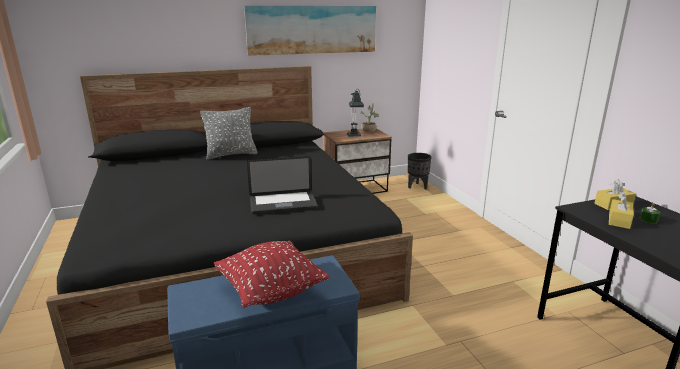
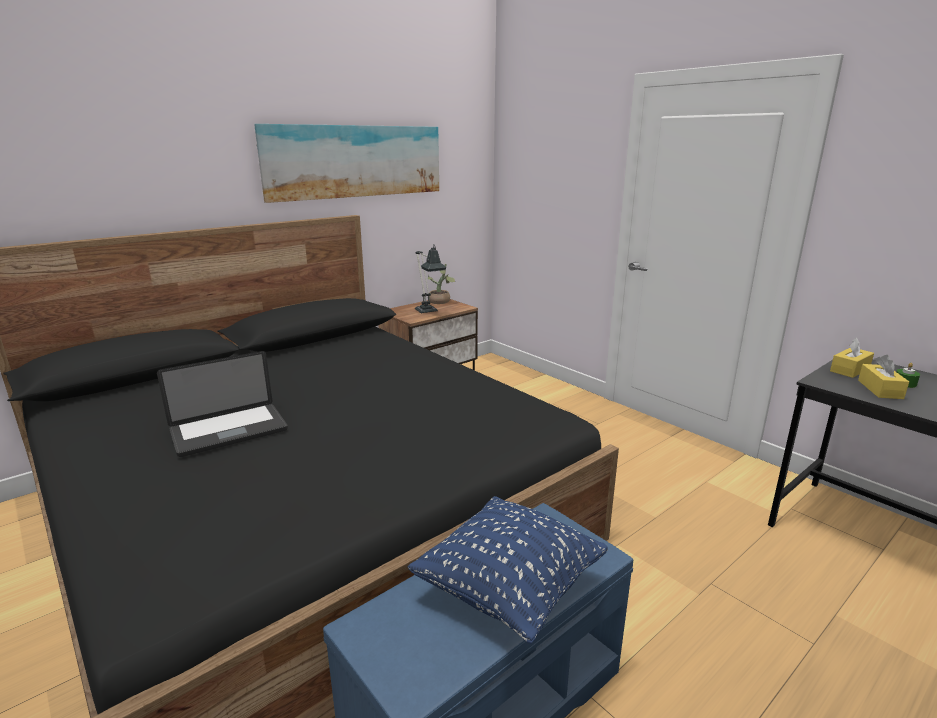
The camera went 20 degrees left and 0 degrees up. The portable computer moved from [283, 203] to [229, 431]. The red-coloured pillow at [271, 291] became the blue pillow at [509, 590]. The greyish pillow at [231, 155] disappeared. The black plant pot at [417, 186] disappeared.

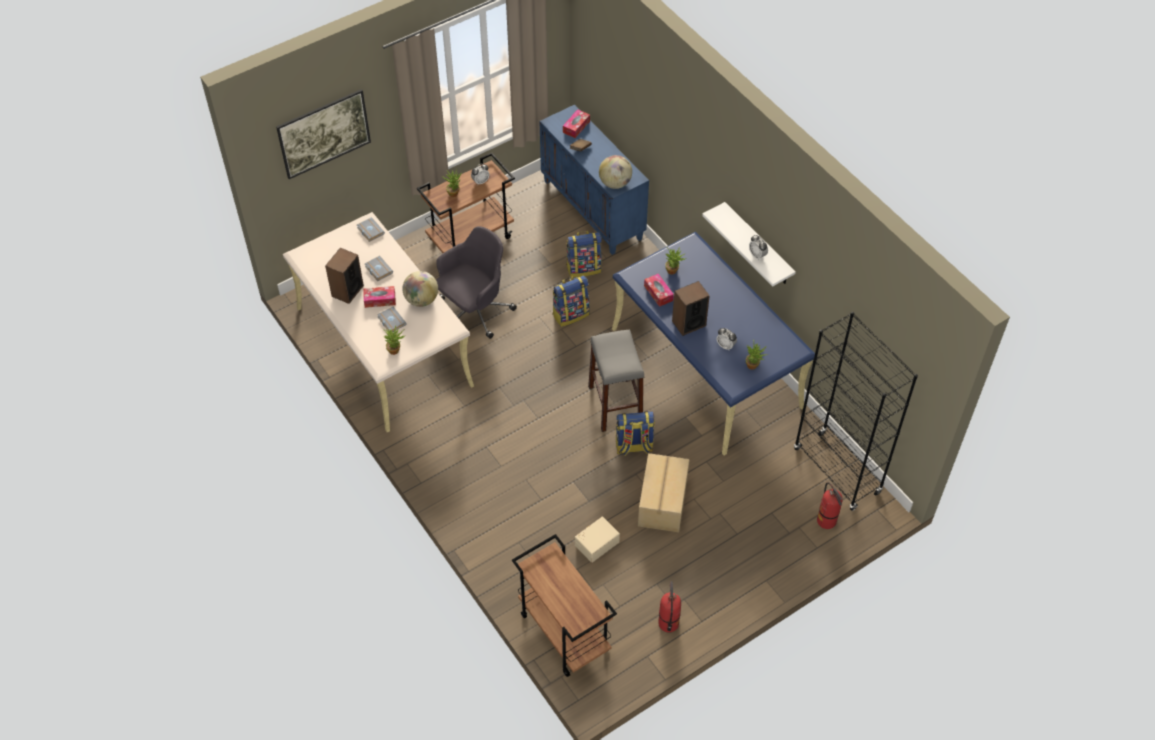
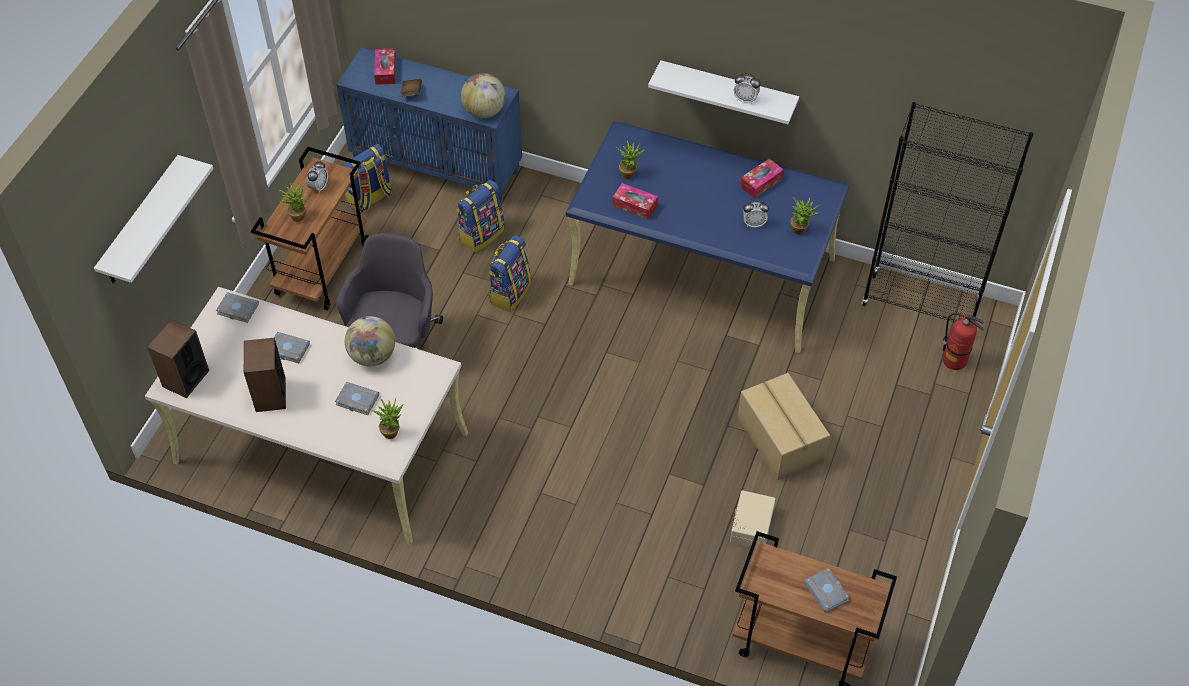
The camera went 35 degrees left and 0 degrees up. The wall picture at [326, 146] was replaced by the white shelf at [141, 223]. The speaker moved from [688, 323] to [185, 378]. The backpack moved from [633, 446] to [370, 199]. The tissue holder moved from [380, 300] to [761, 182]. The greyish book at [827, 592] appeared. The greyish stool at [615, 404] disappeared. The extinguisher at [668, 623] disappeared.

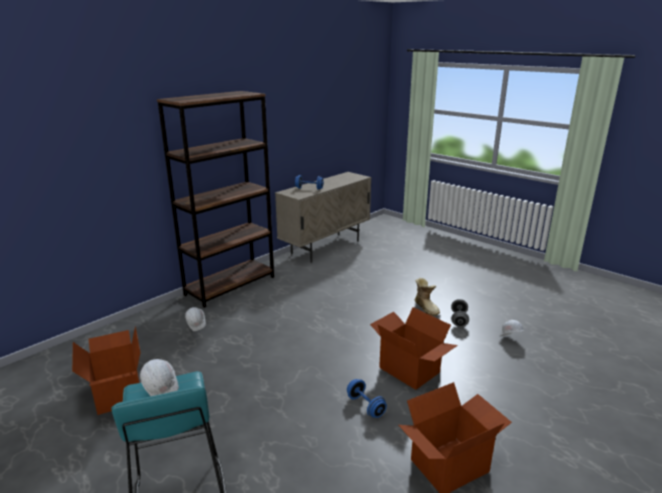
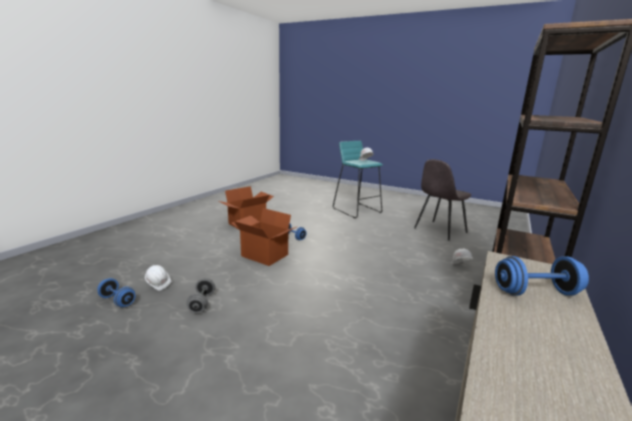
The camera went 165 degrees right and 5 degrees down. The blue hand weight at [117, 301] appeared. The cardboard box at [117, 393] was replaced by the greyish plain chair at [439, 231]. The high-top boot at [426, 307] disappeared.

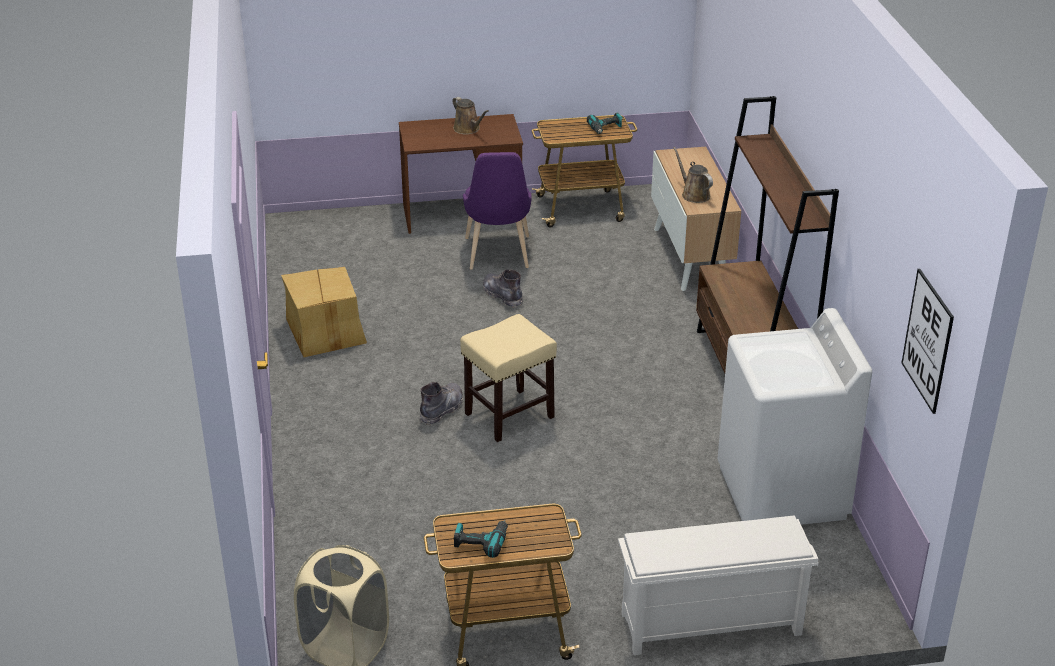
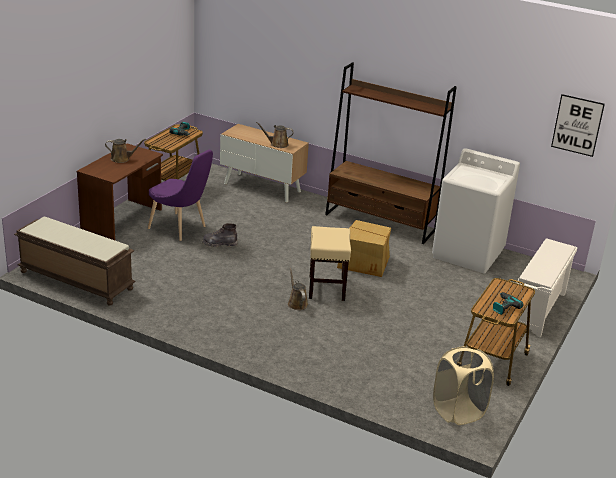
The camera went 55 degrees left and 5 degrees down. The brown bench at [75, 280] appeared. The greyish high-top boot at [442, 410] was replaced by the brown sprinkling can at [296, 303]. The cardboard box moved from [326, 332] to [364, 262].

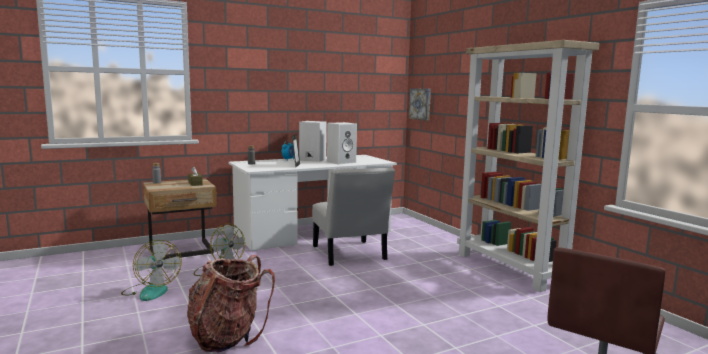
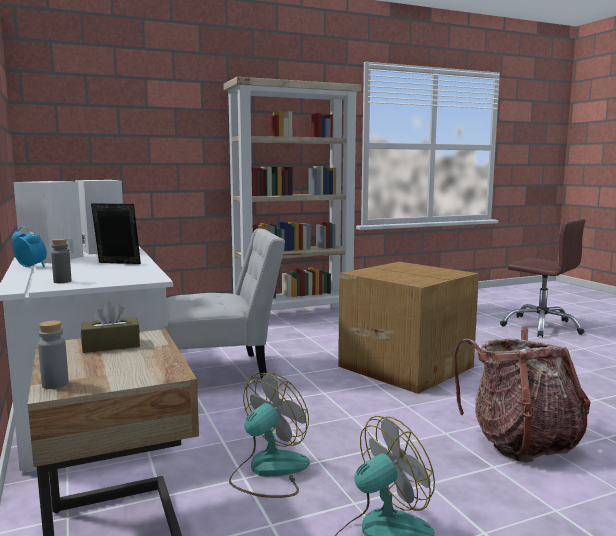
The camera went 85 degrees left and 0 degrees up. The cardboard box at [405, 366] appeared. The wall picture at [420, 104] disappeared.

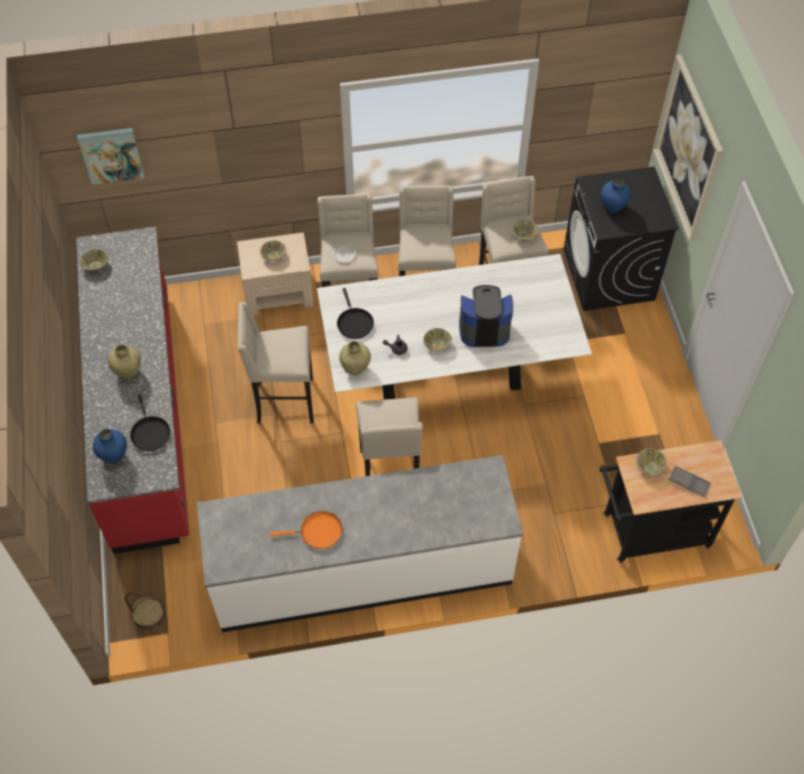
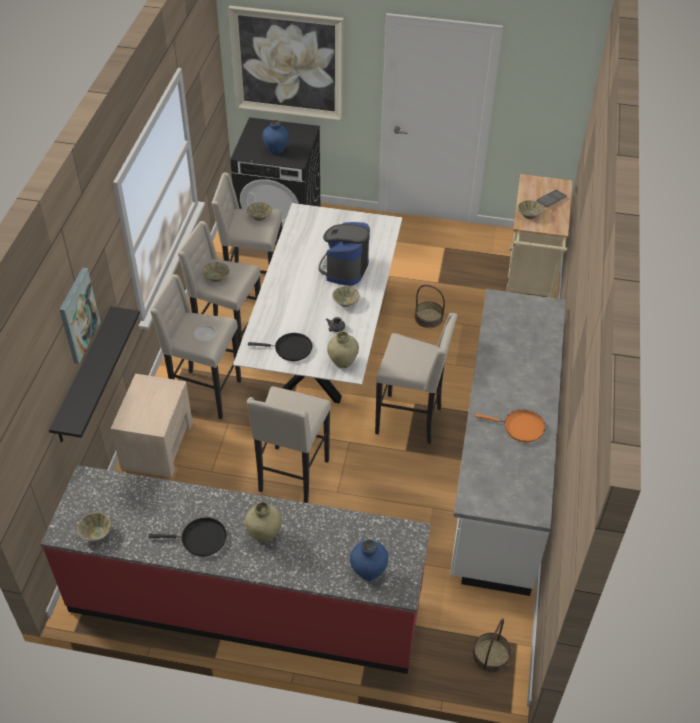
The camera went 70 degrees left and 10 degrees down. The black shelf at [84, 376] appeared. The wall picture moved from [111, 155] to [78, 315]. The black skillet moved from [150, 433] to [200, 539]. The beige bowl moved from [273, 256] to [217, 277]. The basket at [428, 318] appeared. The orange-coloured skillet at [318, 532] turned 90 degrees clockwise. The black wheeled cart at [649, 532] became the beige wheeled cart at [529, 282].

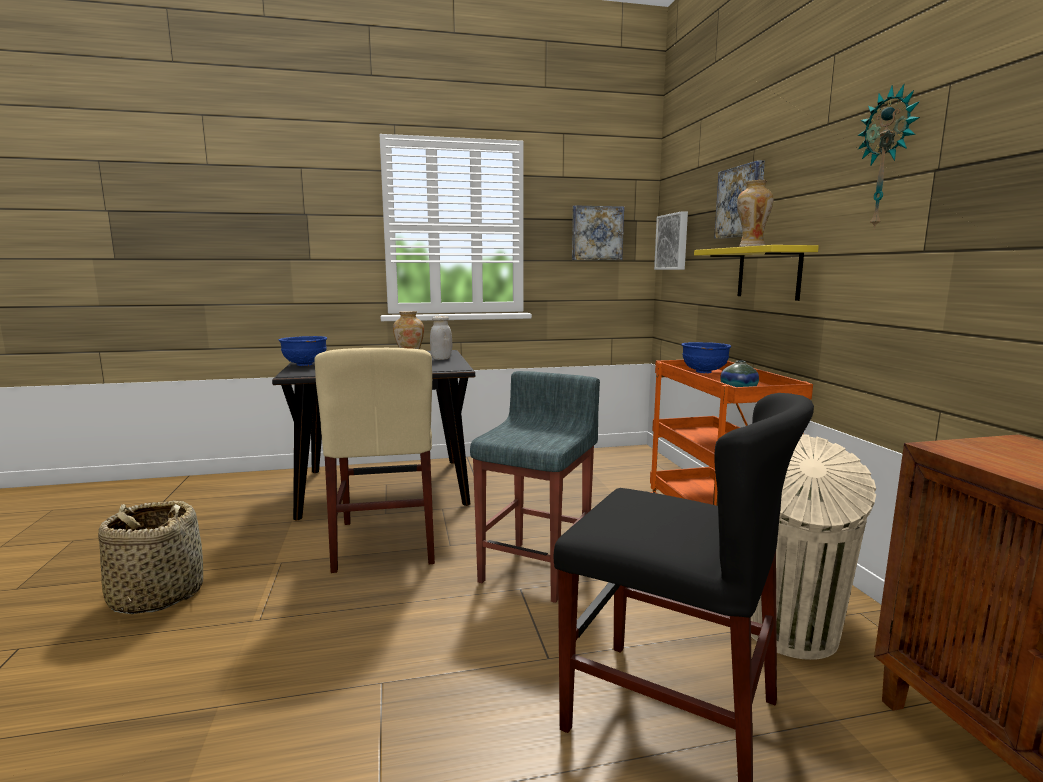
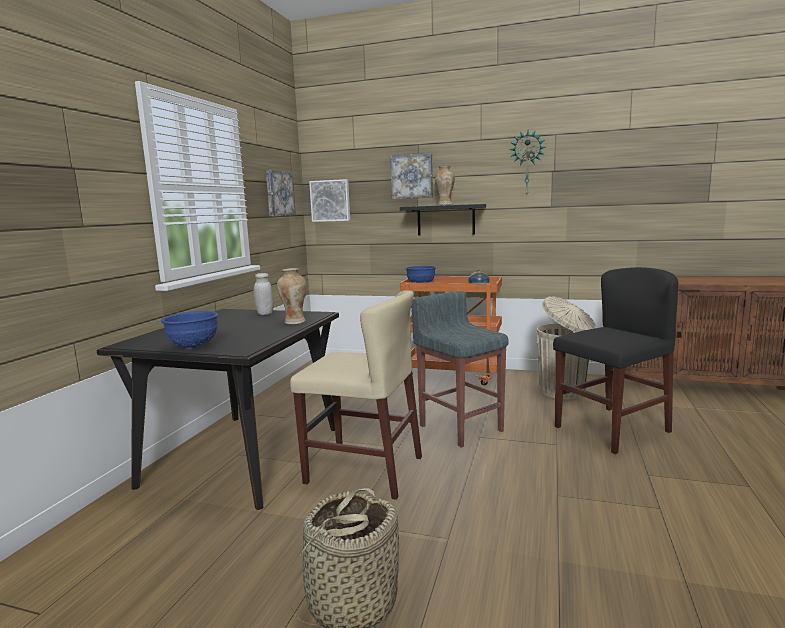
The camera went 60 degrees left and 0 degrees up. The yellow shelf at [768, 273] became the black shelf at [446, 220].

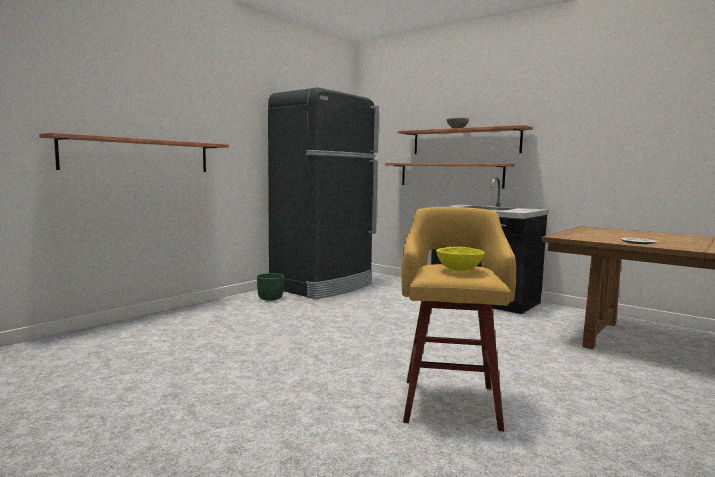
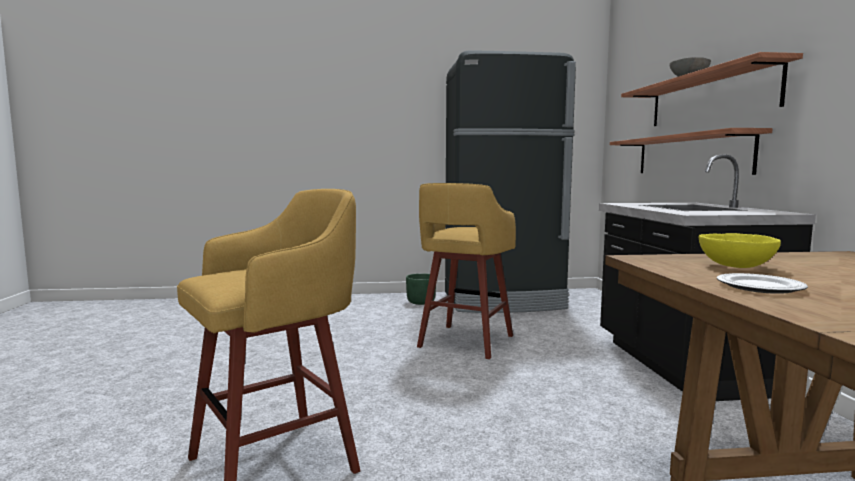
The camera went 45 degrees right and 0 degrees up. The yellow stool at [464, 342] appeared. The yellow bowl moved from [459, 270] to [735, 266]. The shelf at [139, 155] disappeared.

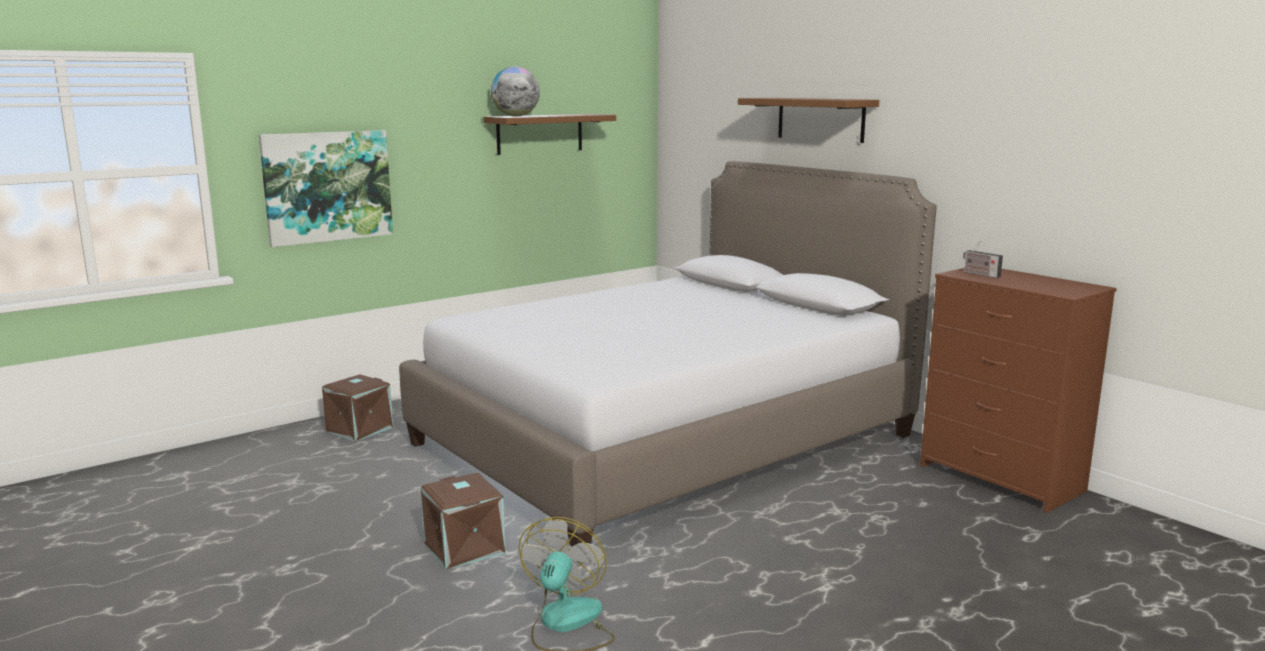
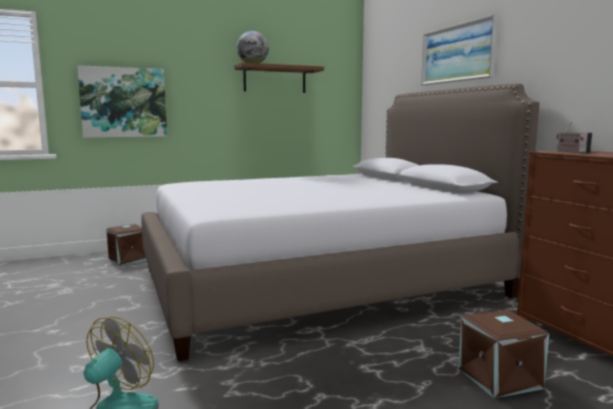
The camera went 15 degrees right and 5 degrees down. The brown shelf at [820, 119] was replaced by the wall picture at [457, 53]. The brown storage container moved from [466, 548] to [501, 378].

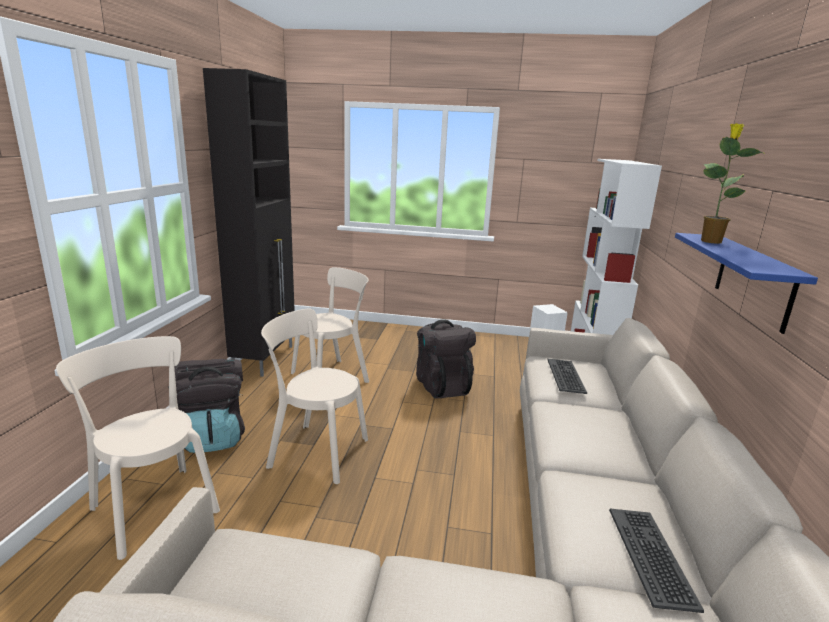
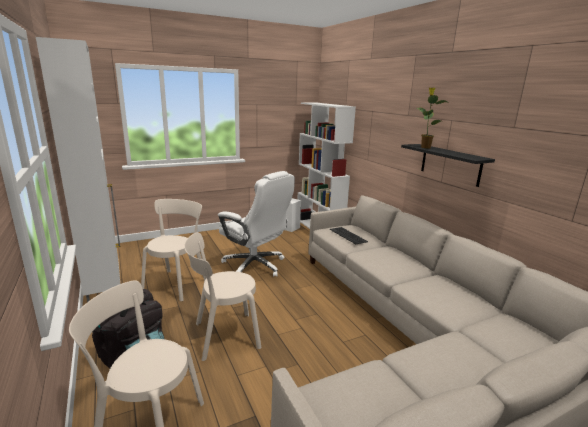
The camera went 35 degrees left and 0 degrees up. The black storage cabinet at [265, 358] became the white storage cabinet at [104, 288]. The black backpack at [442, 385] was replaced by the white desk chair at [255, 266]. The blue shelf at [753, 280] became the black shelf at [450, 164]. The PC keyboard at [652, 556] disappeared.

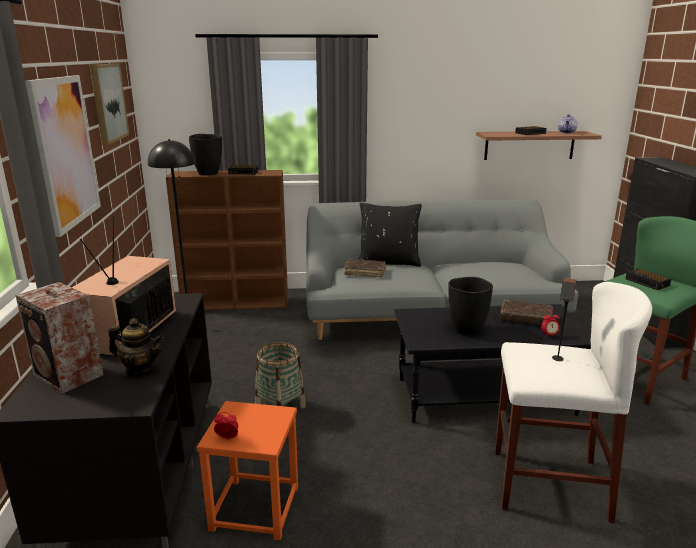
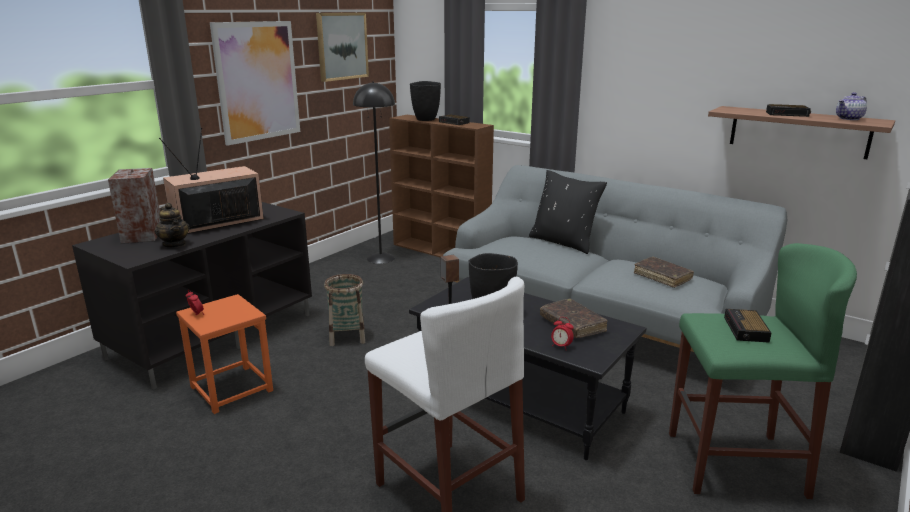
The camera went 40 degrees right and 0 degrees up. The brown book moved from [365, 272] to [662, 277].

